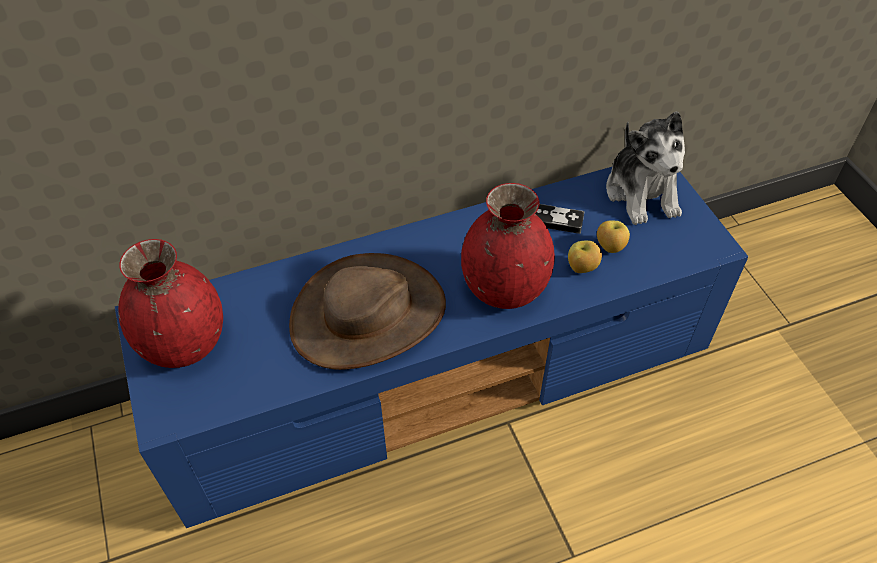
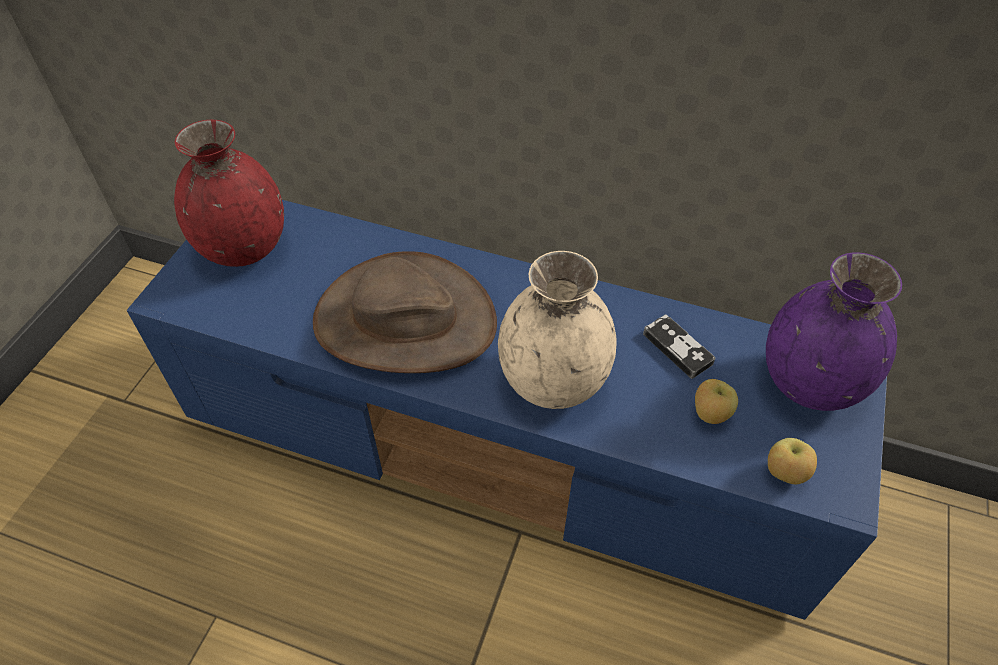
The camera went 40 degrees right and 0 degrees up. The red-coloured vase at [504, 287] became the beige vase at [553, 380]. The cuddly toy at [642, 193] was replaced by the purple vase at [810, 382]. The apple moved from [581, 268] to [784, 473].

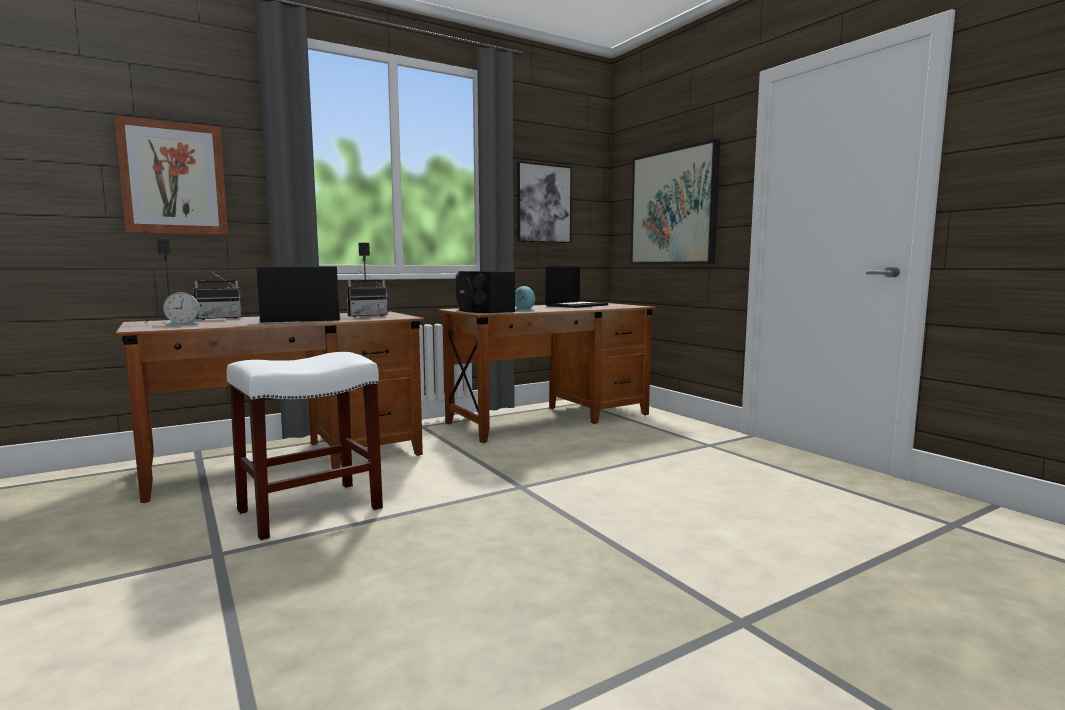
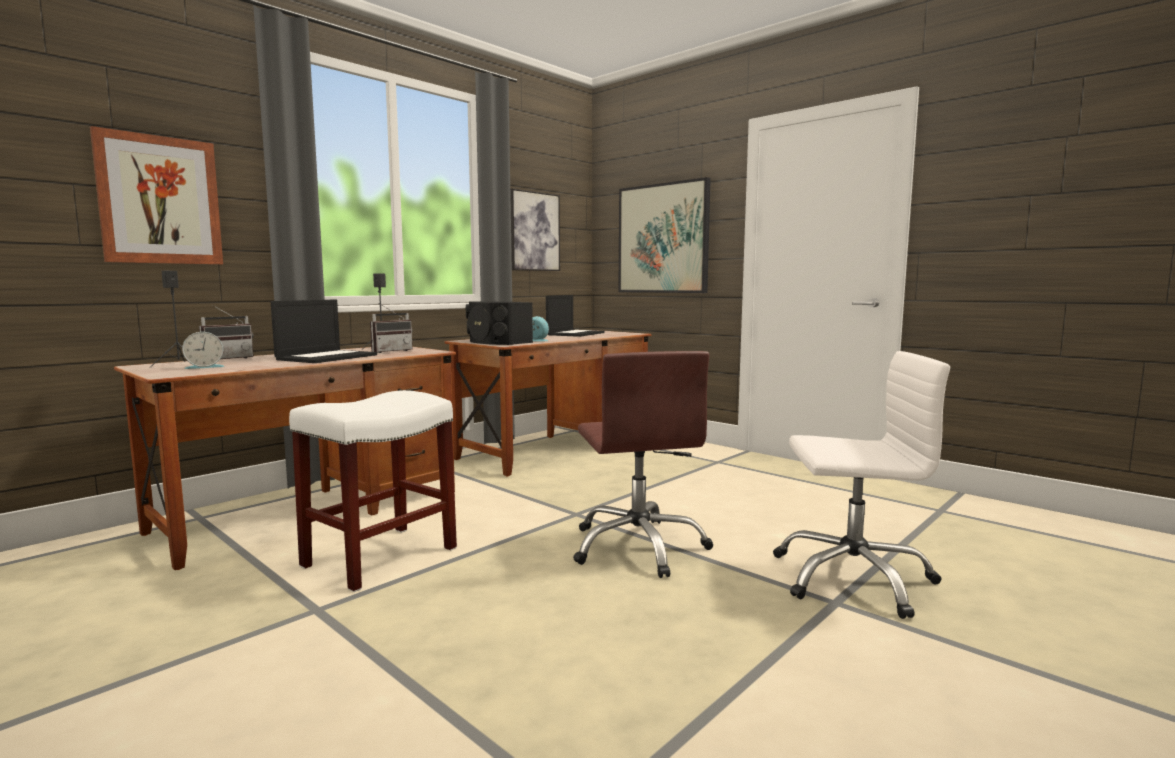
The camera went 15 degrees left and 0 degrees up. The portable computer at [301, 319] turned 150 degrees clockwise. The brown desk chair at [639, 547] appeared. The white desk chair at [852, 578] appeared.

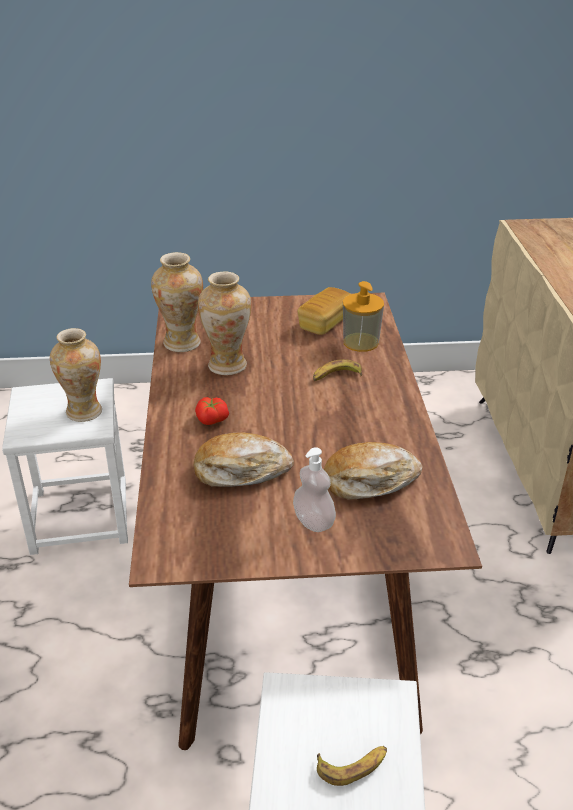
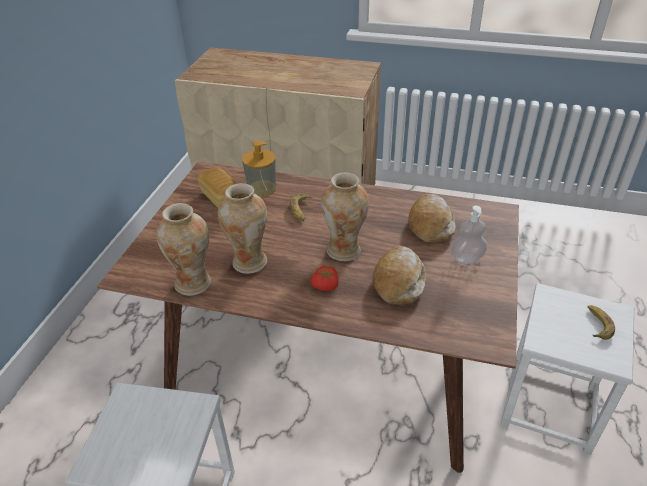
The camera went 70 degrees left and 5 degrees up. The vase moved from [84, 412] to [344, 250].

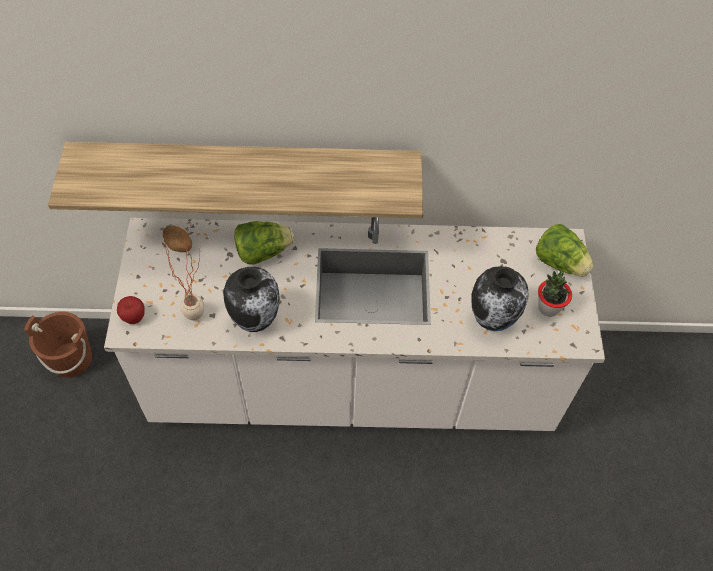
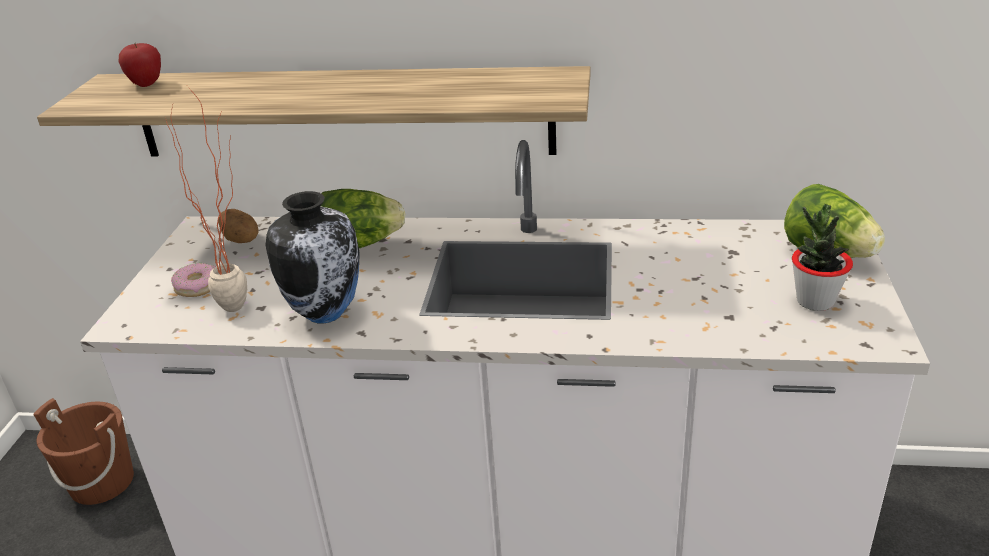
The camera went 10 degrees right and 25 degrees down. The apple moved from [134, 318] to [146, 84]. The donut at [198, 286] appeared. The vase at [492, 320] disappeared.

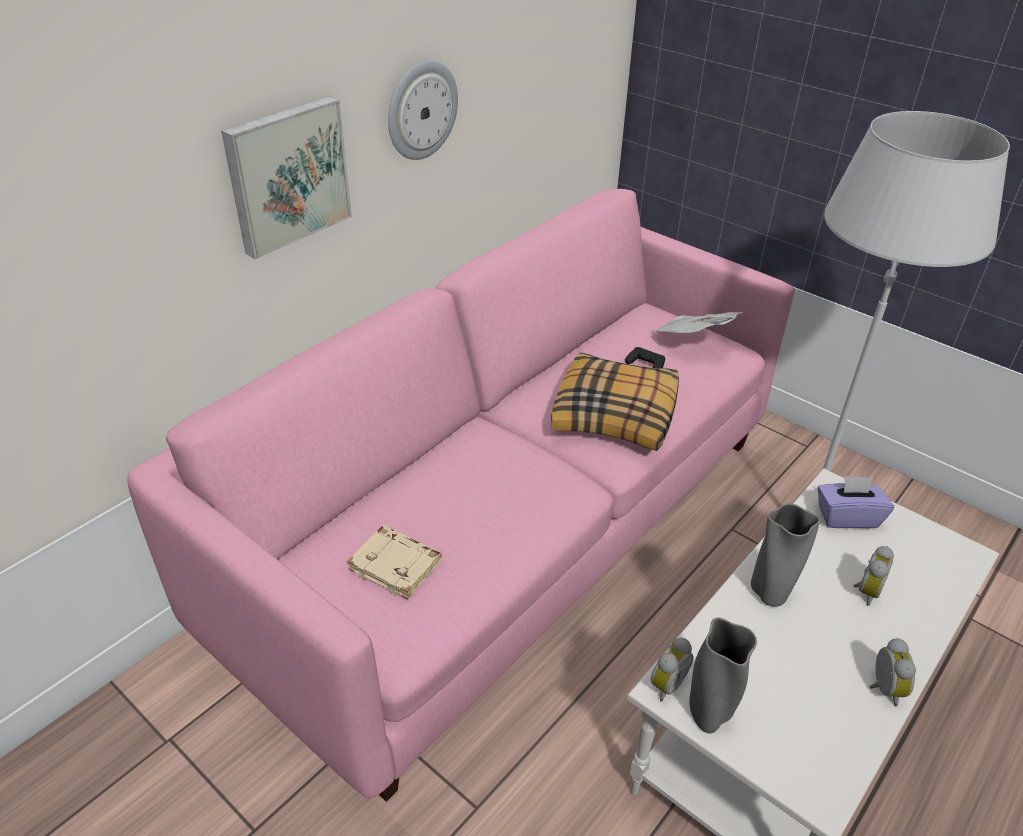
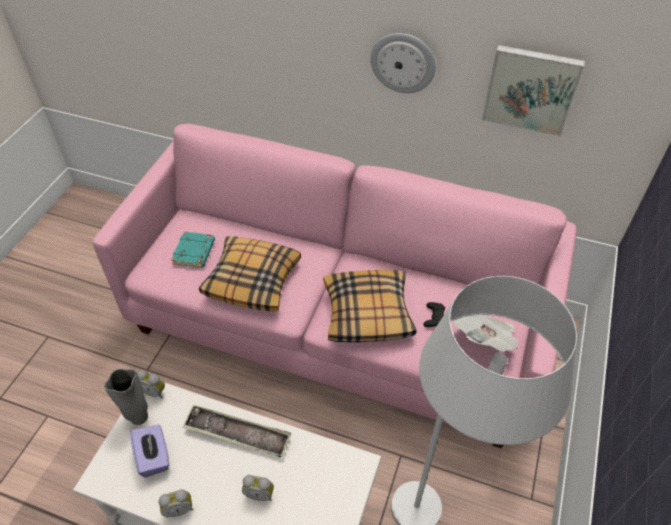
The camera went 70 degrees right and 10 degrees up. The purple tissue holder moved from [847, 517] to [154, 457]. The beige book at [397, 565] became the turquoise book at [194, 252]. The greyish vase at [769, 594] was replaced by the tray at [238, 434]. The pillow at [252, 280] appeared. The wall picture moved from [287, 175] to [531, 89].

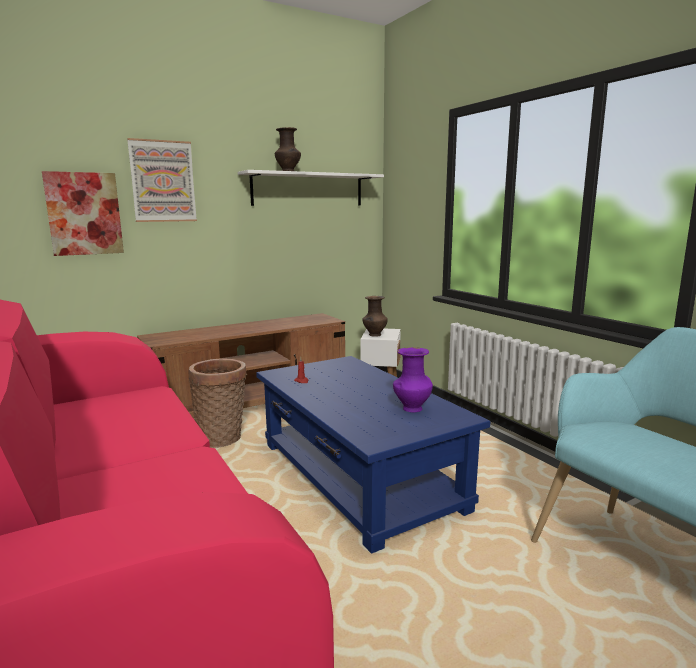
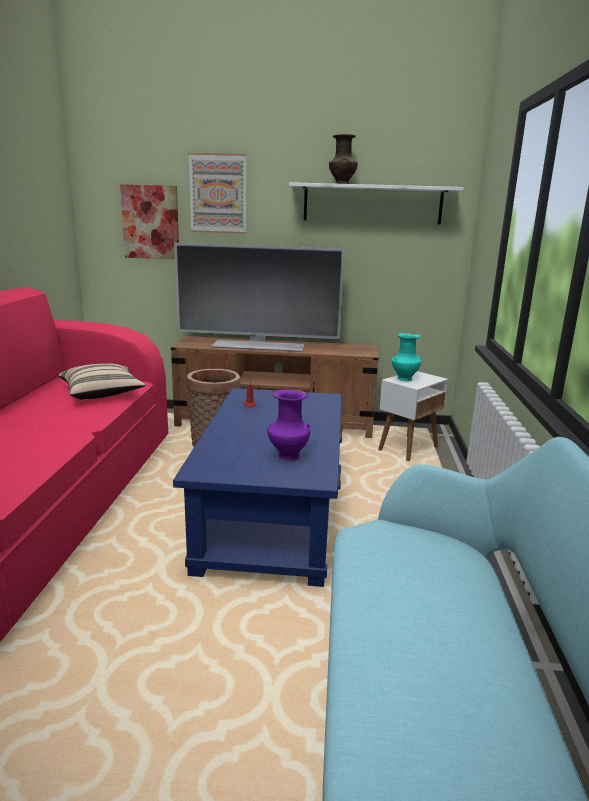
The camera went 35 degrees right and 5 degrees up. The beige pillow at [102, 394] appeared. The television at [258, 345] appeared. The brown vase at [374, 335] became the turquoise vase at [404, 379].

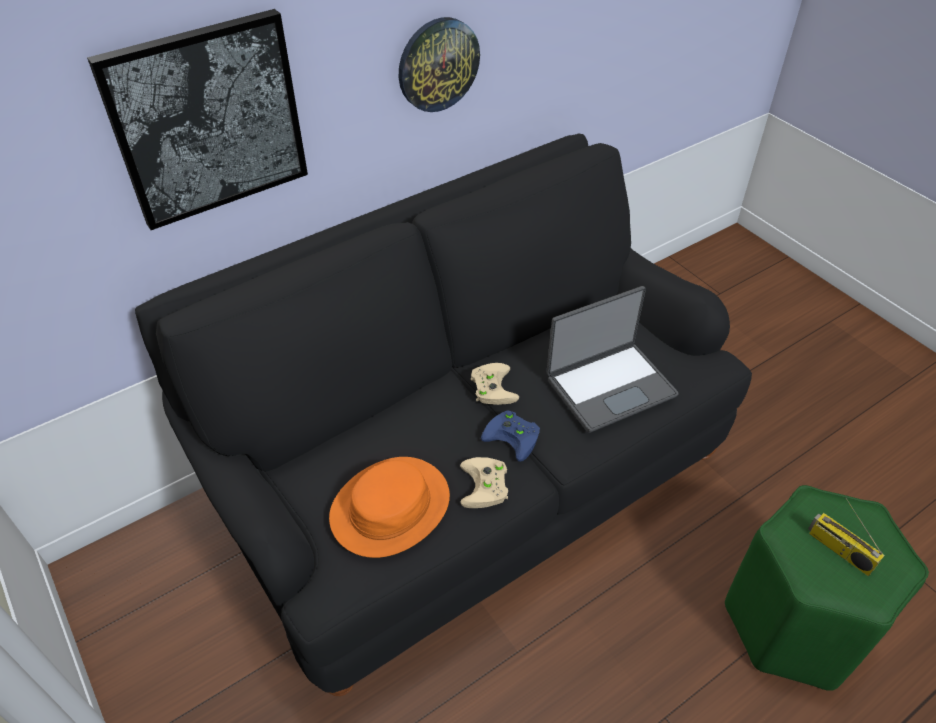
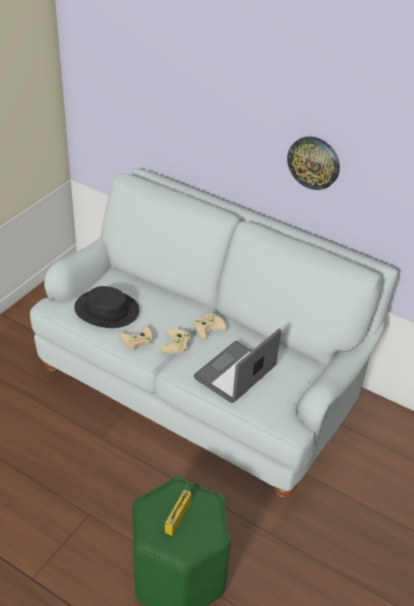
The camera went 65 degrees right and 5 degrees down. The black settee at [467, 480] became the white settee at [202, 385]. The orange-coloured clothing hat at [390, 507] became the black clothing hat at [107, 310]. The blue joypad at [514, 437] became the beige joypad at [177, 344]. The portable computer at [609, 386] turned 90 degrees clockwise. The wall picture at [208, 120] disappeared.

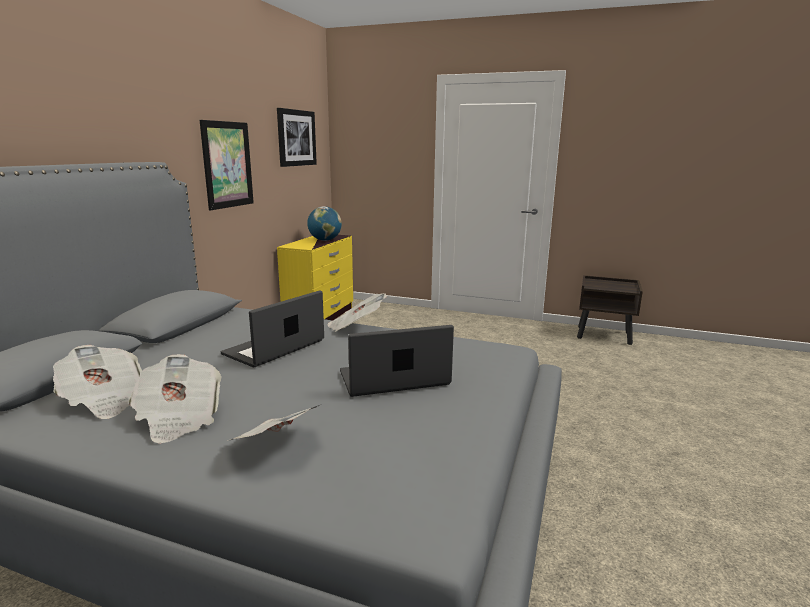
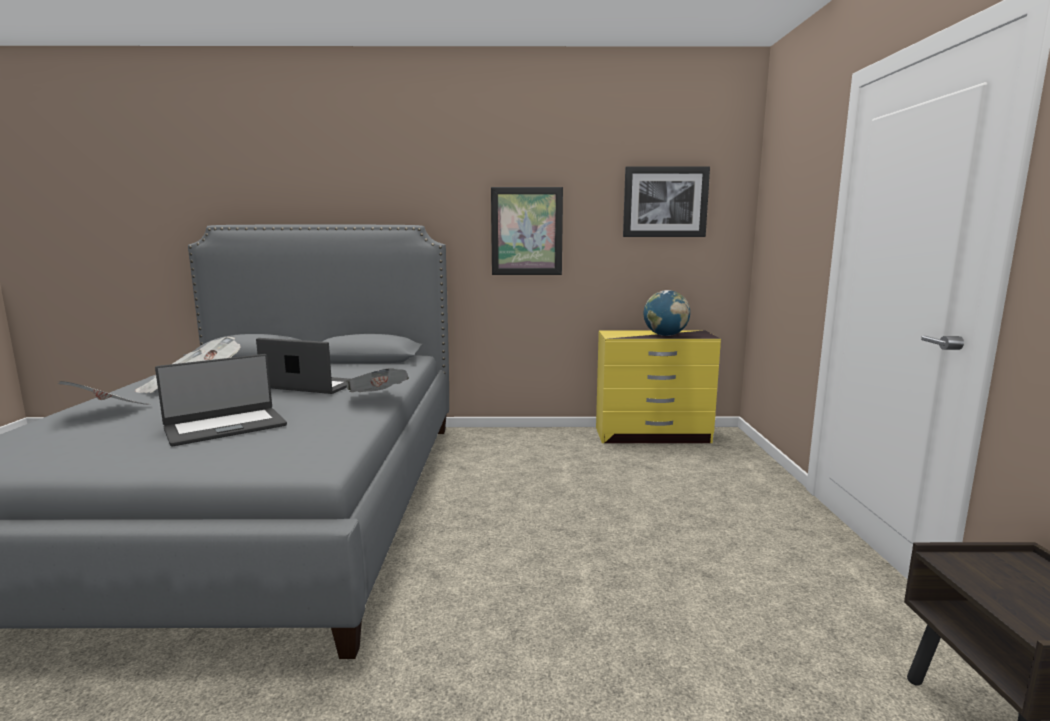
The camera went 70 degrees right and 5 degrees down. The portable computer at [394, 379] turned 90 degrees clockwise.

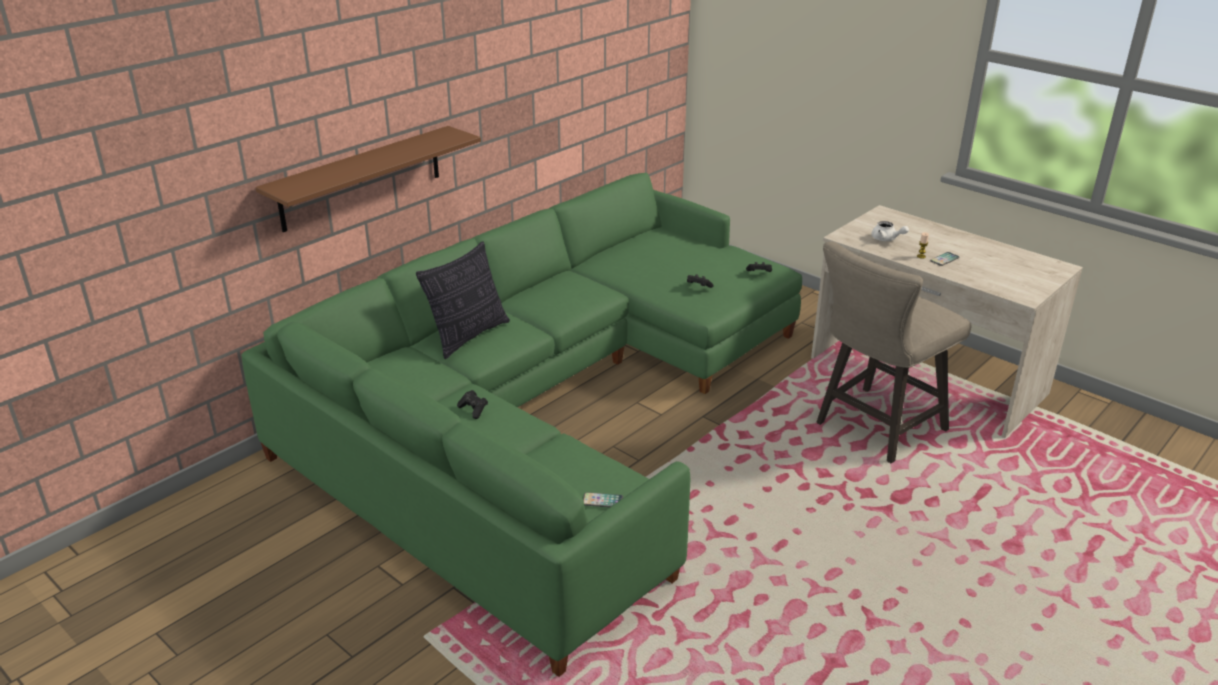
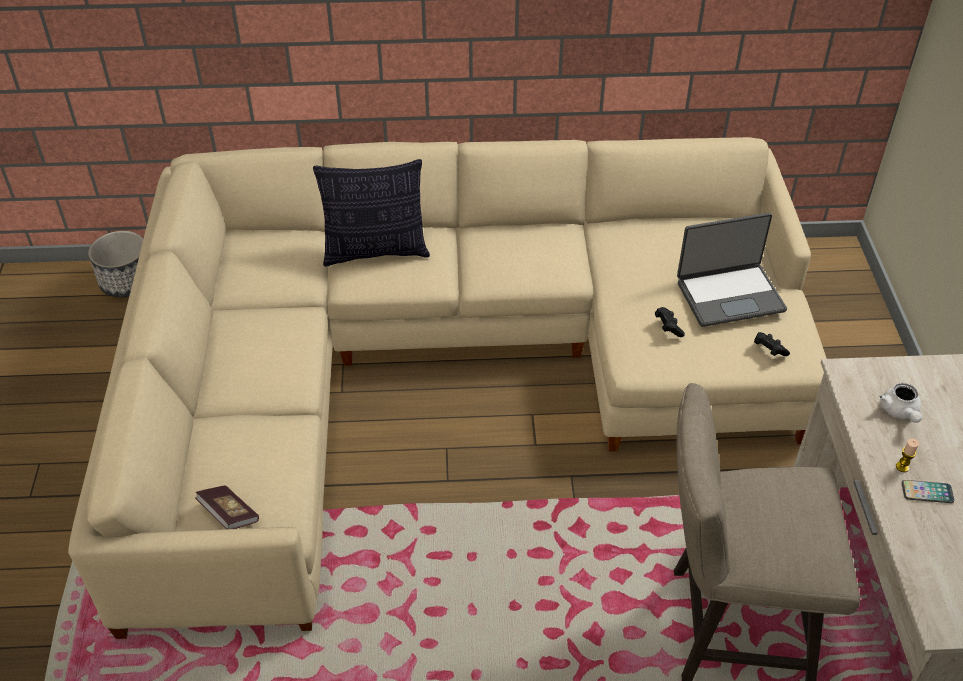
The camera went 45 degrees right and 15 degrees up. The greenish settee at [547, 411] became the beige settee at [442, 368]. The plant pot at [127, 281] appeared. The handset at [602, 501] was replaced by the book at [229, 515]. The portable computer at [729, 295] appeared. The brown shelf at [361, 178] disappeared. The black joypad at [473, 410] disappeared.

